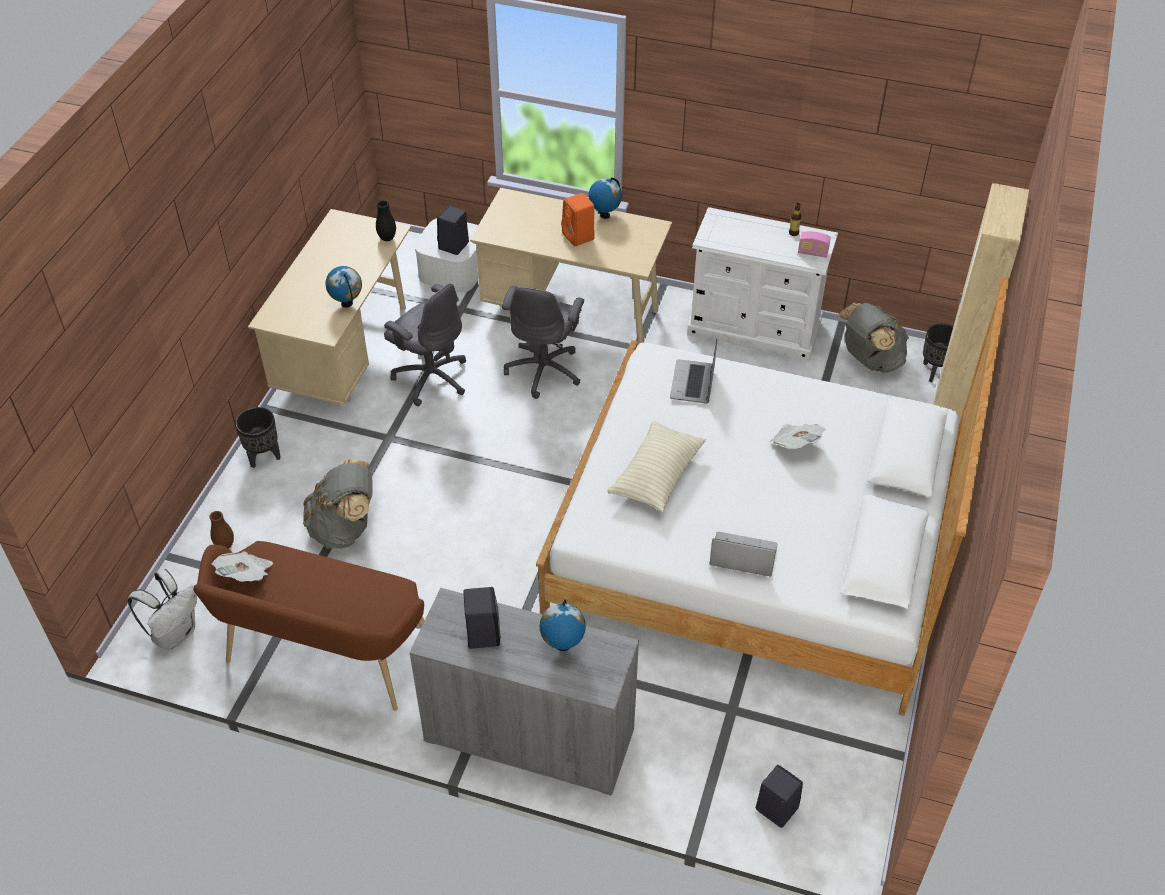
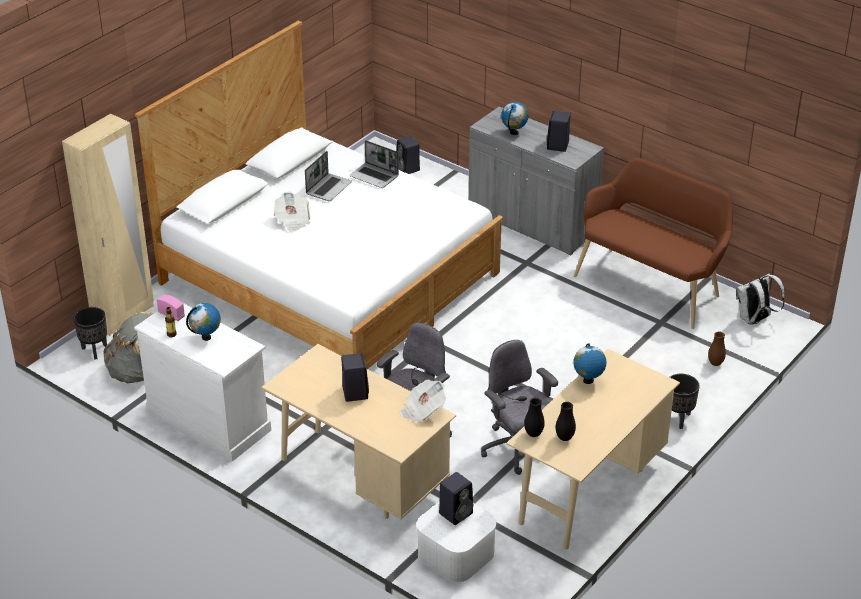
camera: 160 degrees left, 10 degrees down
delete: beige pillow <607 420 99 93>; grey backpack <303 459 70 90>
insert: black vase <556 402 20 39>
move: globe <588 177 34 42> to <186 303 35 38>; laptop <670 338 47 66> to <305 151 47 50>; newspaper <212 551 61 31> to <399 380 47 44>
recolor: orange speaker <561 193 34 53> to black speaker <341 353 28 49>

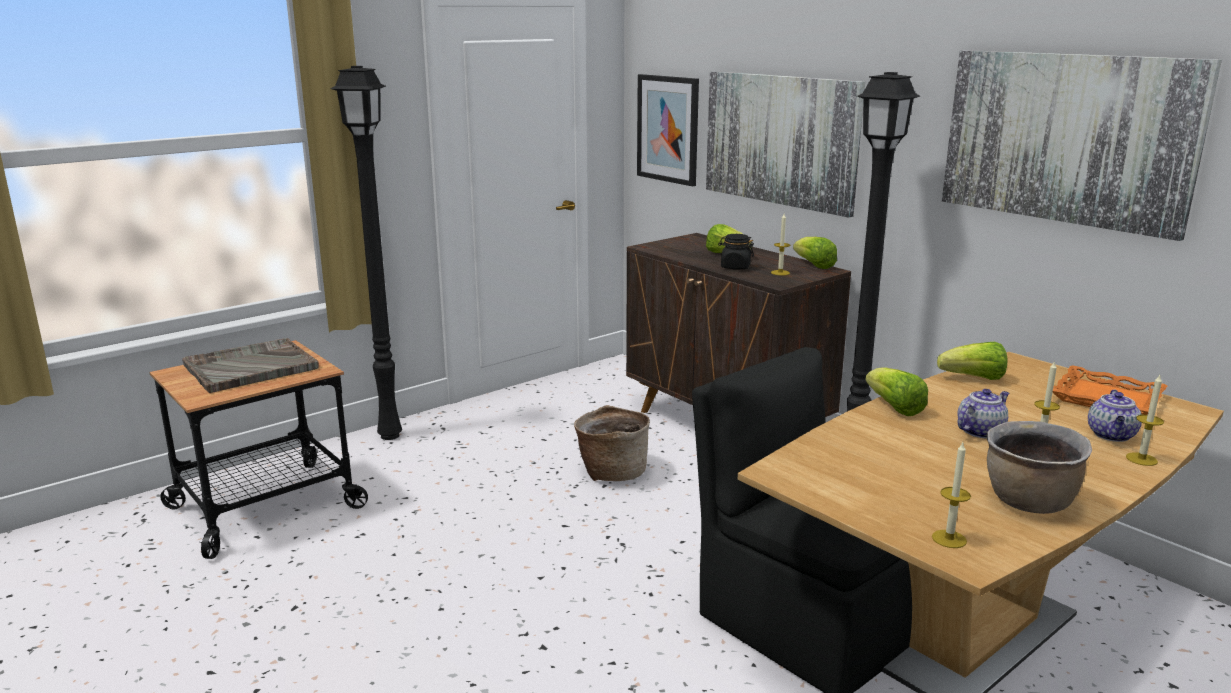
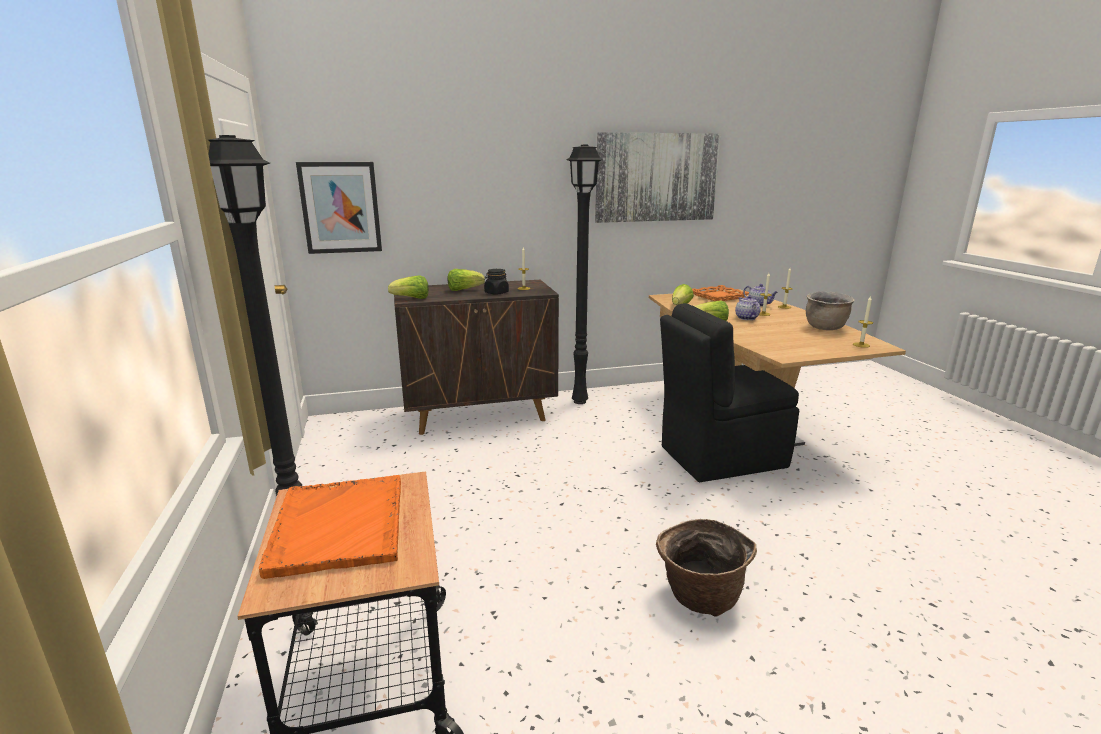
camera: 65 degrees left, 0 degrees up
delete: picture <706 71 159 147>
move: lettuce <793 237 44 32> to <388 275 41 24>; basket <574 405 76 76> to <656 519 101 98>
recolor: grey tray <182 338 137 55> to orange tray <259 475 142 104>

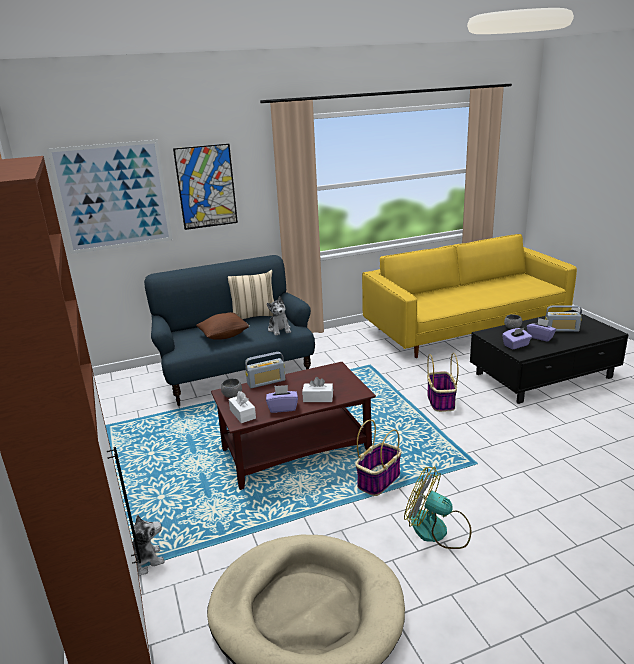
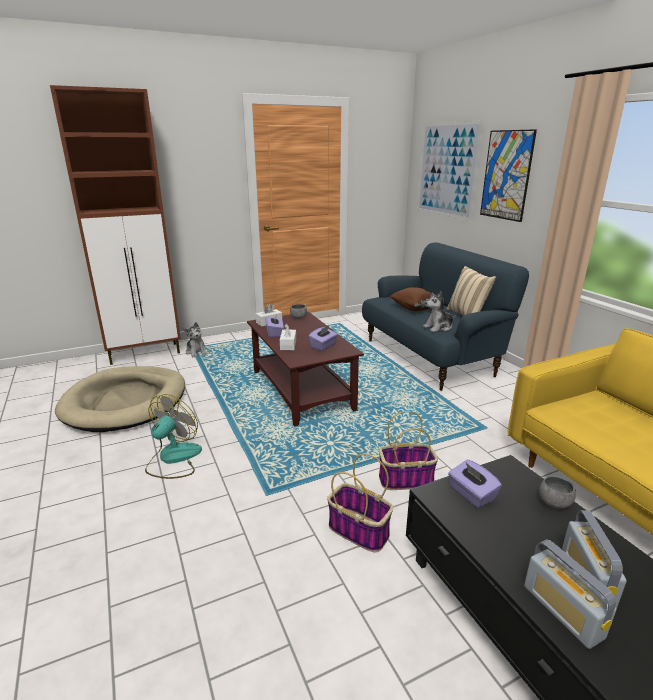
camera: 85 degrees right, 0 degrees up
move: purple tissue box <527 318 29 24> to <308 325 30 26>; radio <245 352 40 36> to <524 539 92 110>; basket <356 420 45 76> to <327 453 66 100>

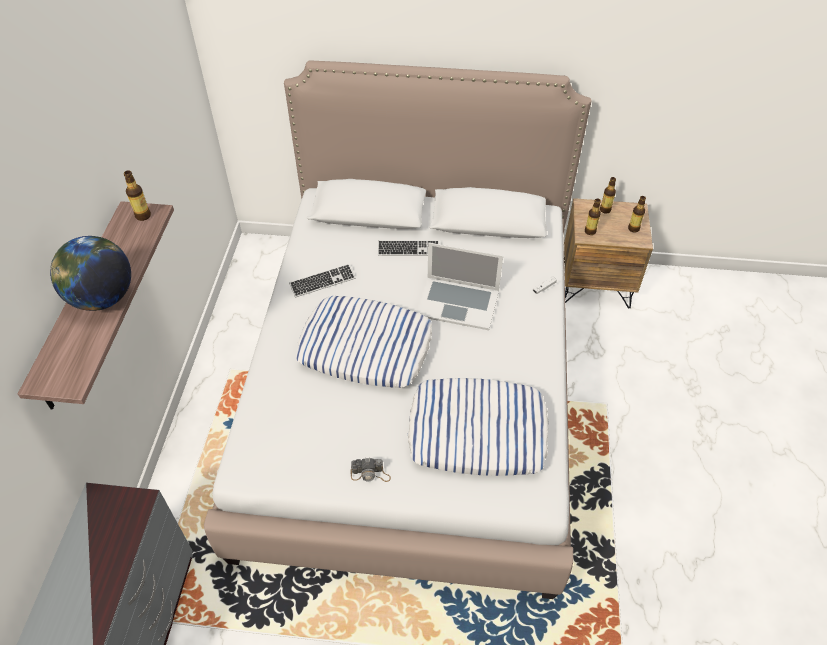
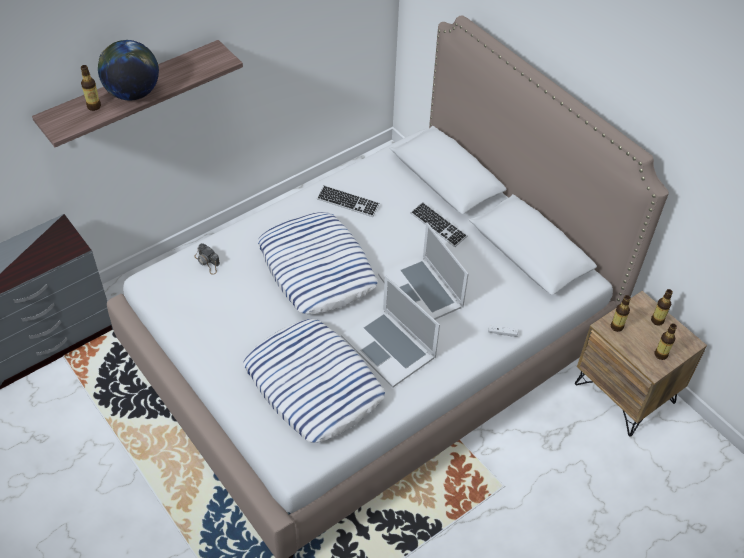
camera: 45 degrees right, 0 degrees up
insert: laptop <341 275 99 113>
move: bottle <124 171 27 50> to <81 65 20 46>; photo camera <351 458 40 24> to <194 243 26 32>

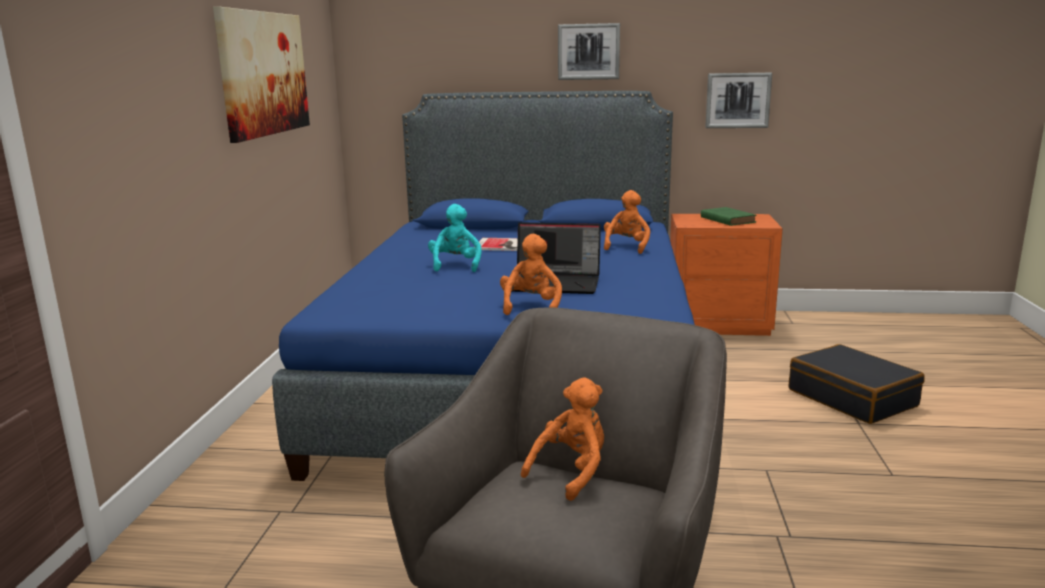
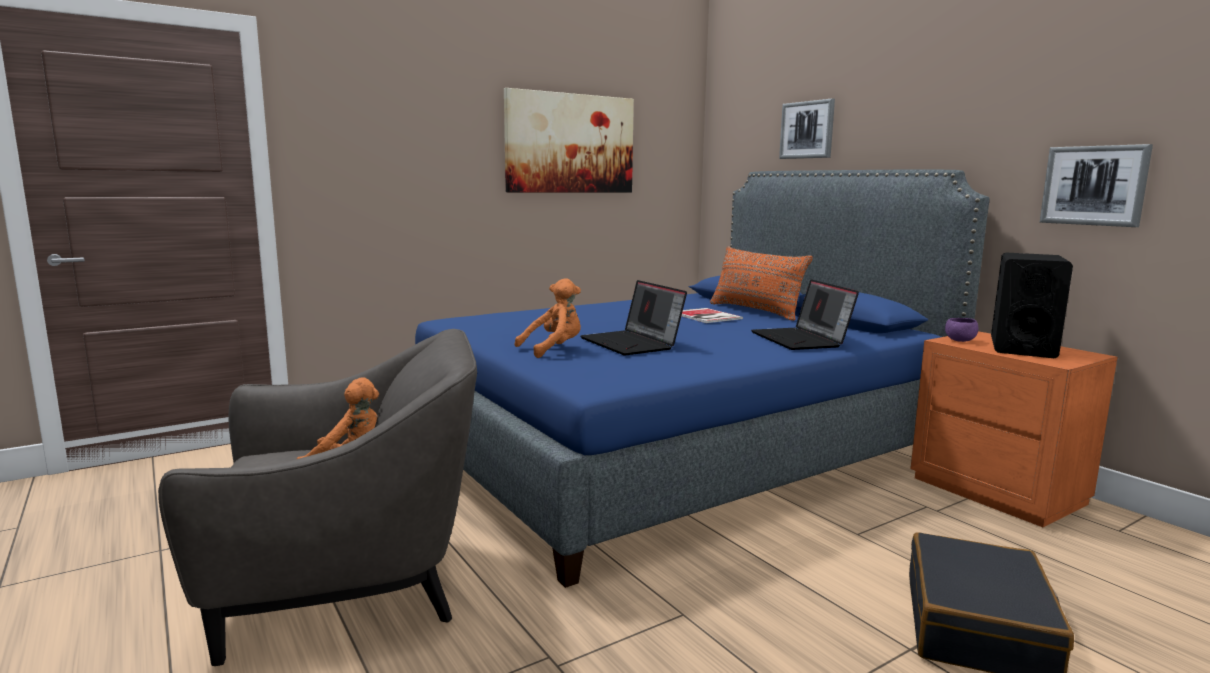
camera: 50 degrees right, 5 degrees down
delete: turquoise plush toy <428 204 53 68>
insert: orange pillow <710 246 103 75>; purple bowl <945 318 33 24>
move: picture <558 23 62 57> to <779 98 56 61>
replace: orange plush toy <604 190 46 64> to laptop <751 279 108 71>; green book <701 207 55 19> to black speaker <991 253 82 105>

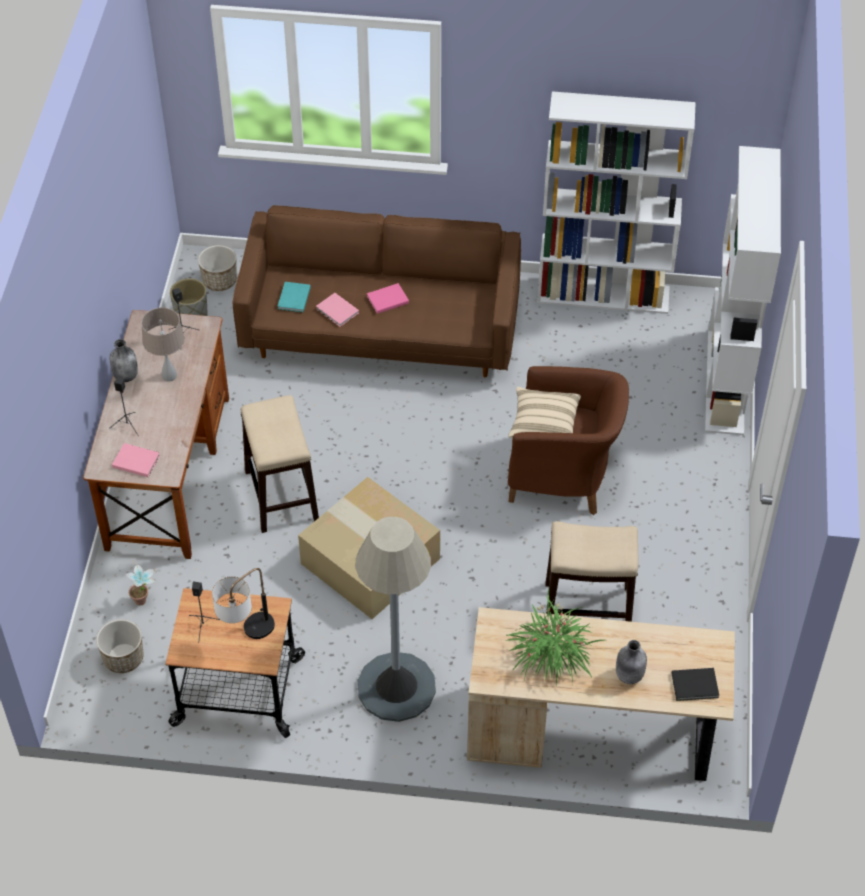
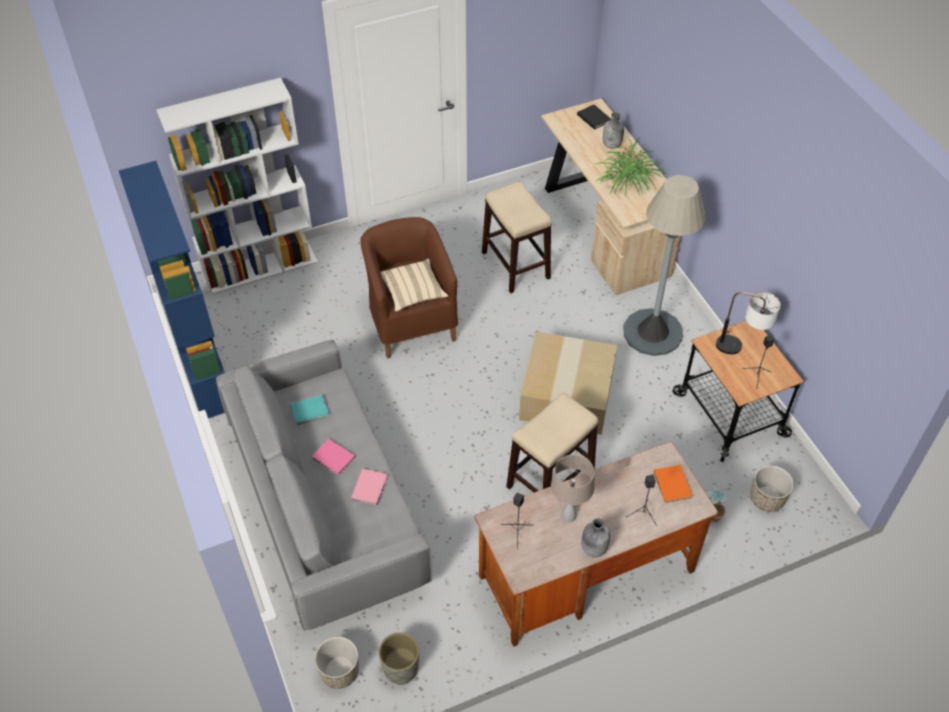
camera: 120 degrees left, 0 degrees up
move: turquoise book <277 282 34 31> to <290 395 39 30>
recolor: white bookcase <537 91 159 223> to blue bookcase <119 161 106 257>; brown sofa <233 205 288 172> to grey sofa <216 340 216 290>; pink book <112 443 48 34> to orange book <654 465 38 38>

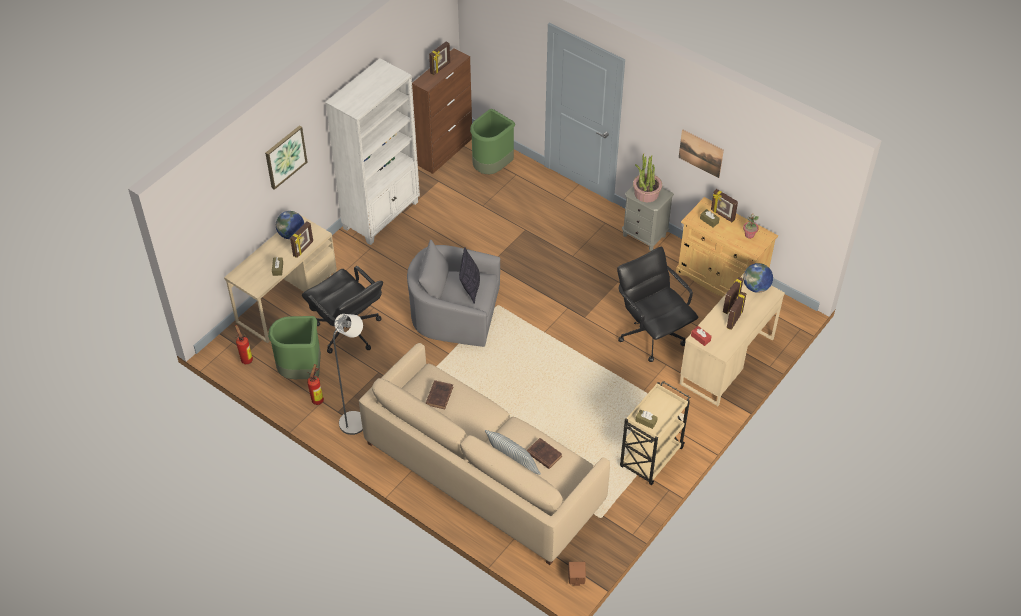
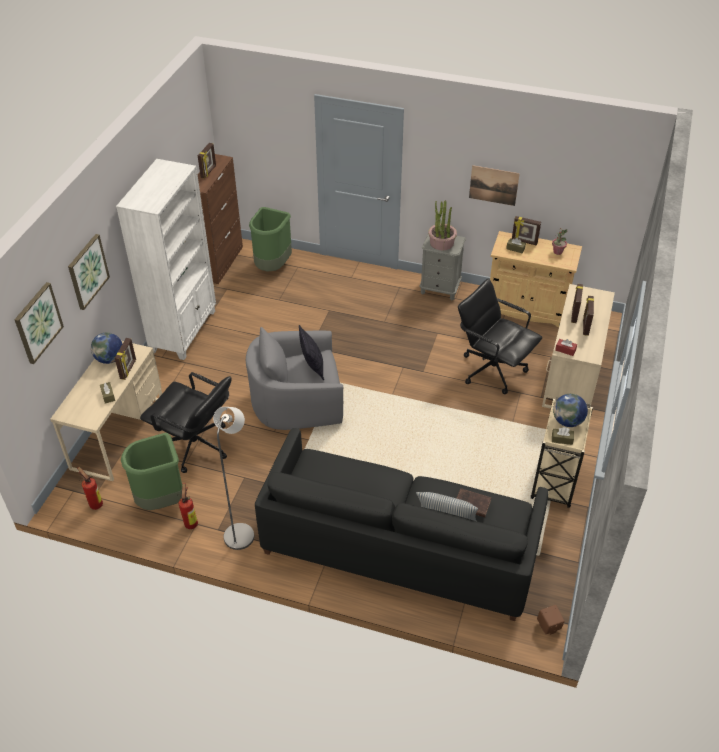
camera: 20 degrees left, 5 degrees down
delete: brown book <426 380 27 29>
insert: picture <14 282 50 82>
move: globe <743 263 30 30> to <553 394 35 33>
recolor: beige sofa <359 343 251 222> to black sofa <255 428 293 193>

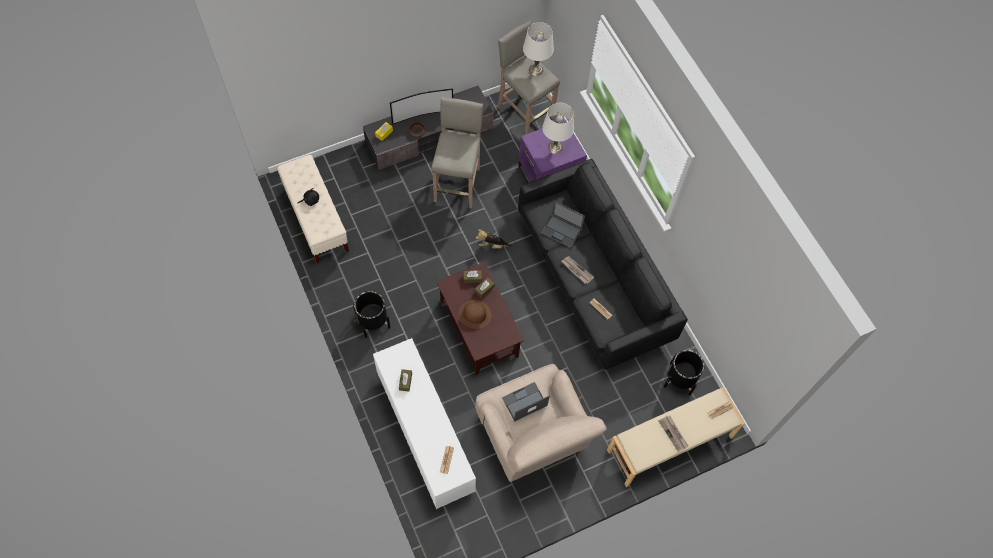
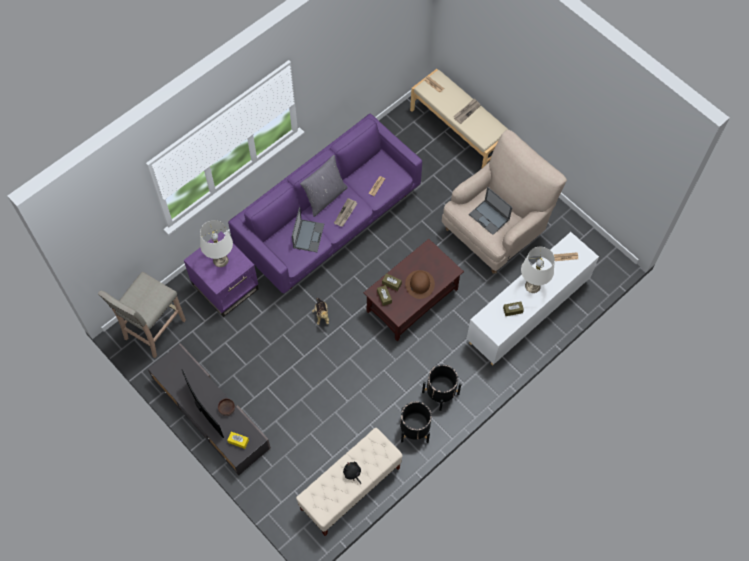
camera: 105 degrees left, 0 degrees up
delete: beige stool <431 97 52 111>
insert: grey pillow <300 155 48 62>
move: white table lamp <523 22 31 54> to <521 247 34 46>; black planter <664 350 40 46> to <400 401 32 42>
recolor: black sofa <518 159 170 211> to purple sofa <228 113 194 180>

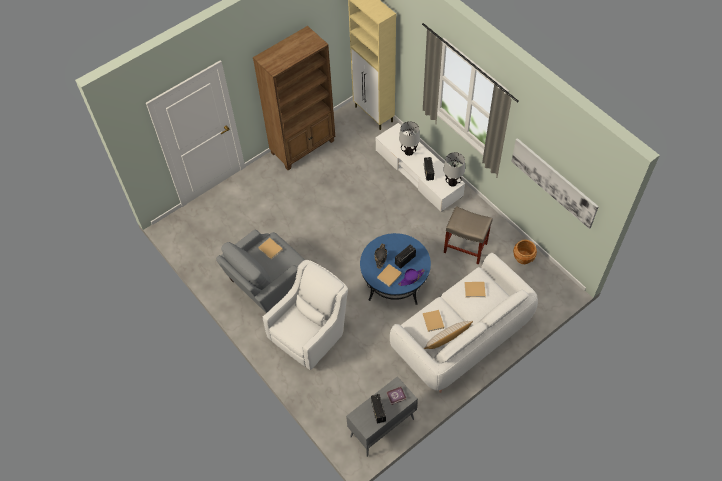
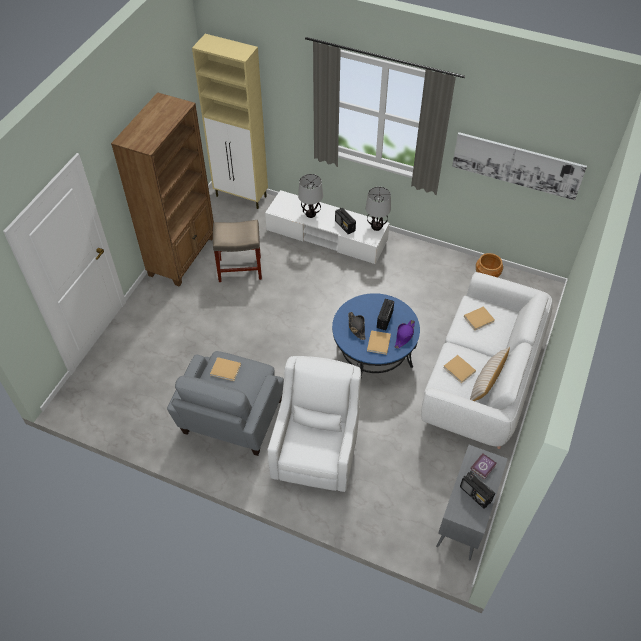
camera: 30 degrees left, 5 degrees down
move: beige stool <444 206 49 59> to <213 220 49 62>

